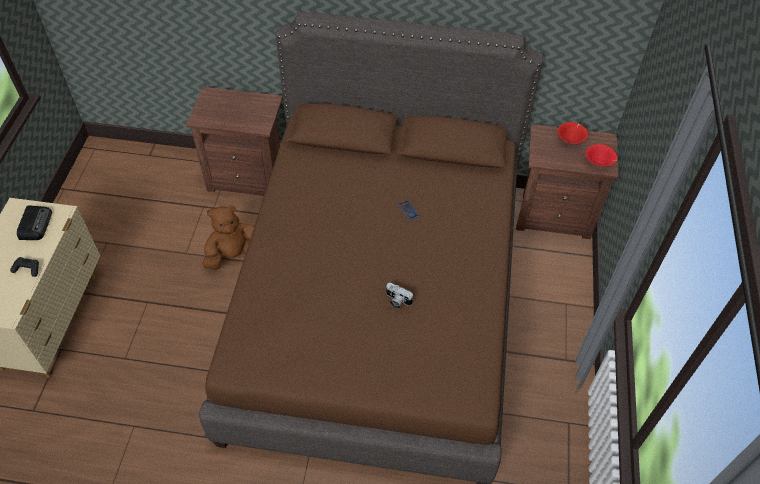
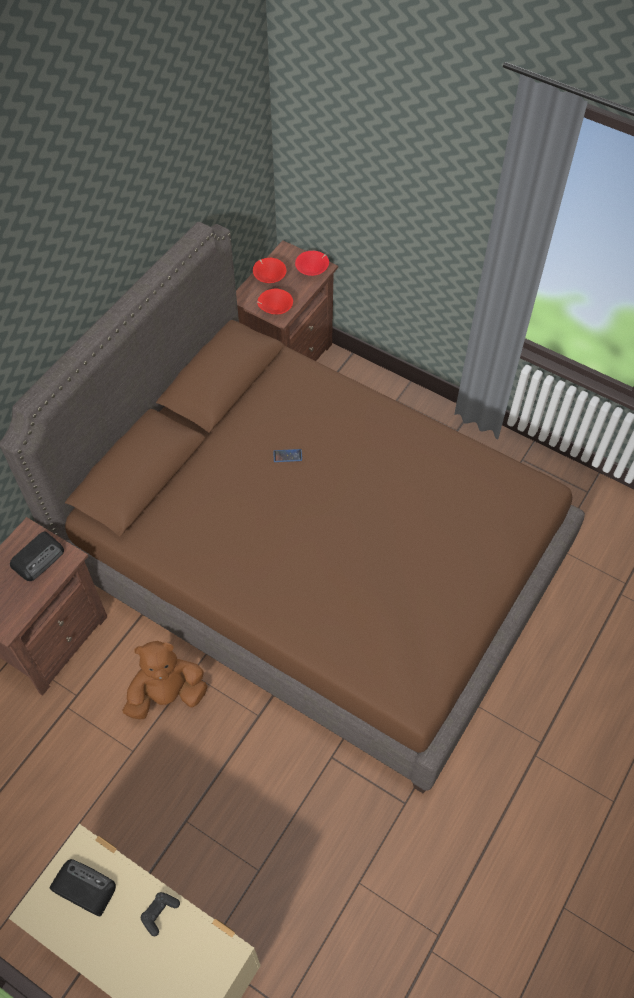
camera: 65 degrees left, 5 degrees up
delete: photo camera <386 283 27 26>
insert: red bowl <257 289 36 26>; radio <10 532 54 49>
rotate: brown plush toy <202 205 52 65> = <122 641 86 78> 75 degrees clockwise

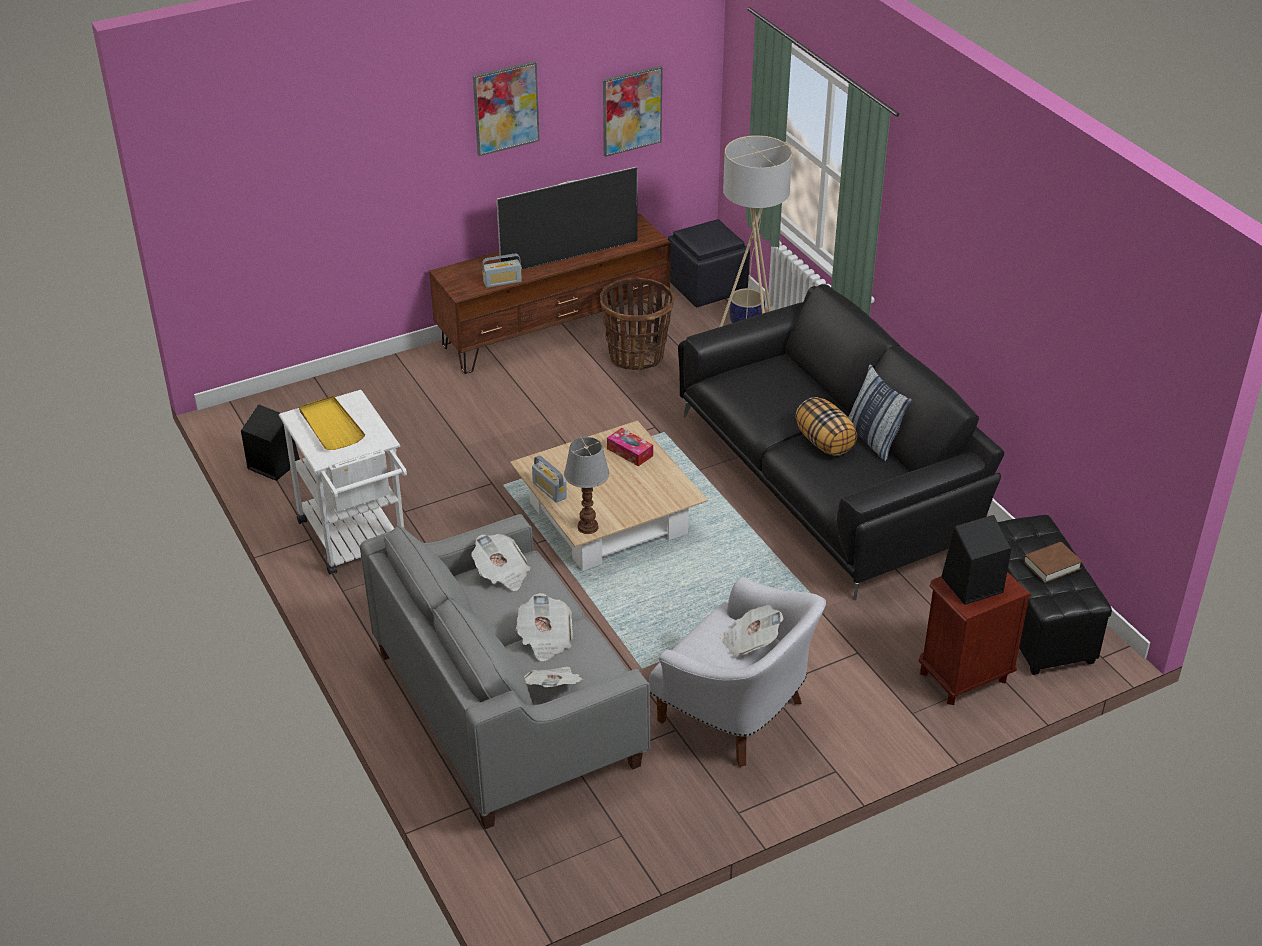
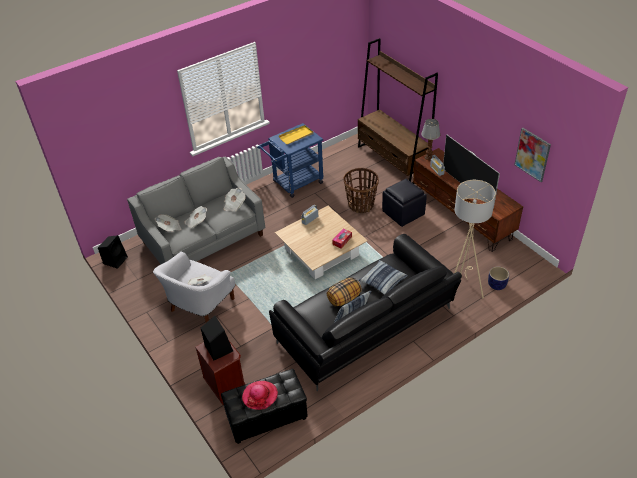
camera: 85 degrees right, 5 degrees up
delete: picture <473 61 67 95>
insert: brown bookcase <358 38 80 146>; pillow <358 260 50 35>
move: black ottoman <668 219 82 88> to <382 179 45 48>; basket <600 277 74 93> to <344 168 35 45>; black speaker <241 404 59 77> to <98 235 30 34>; table lamp <564 437 46 97> to <421 119 19 41>
replace: brown book <1023 542 59 41> to hat <242 381 36 29>
recolor: white cart <279 390 128 184> to blue cart <257 123 67 75>

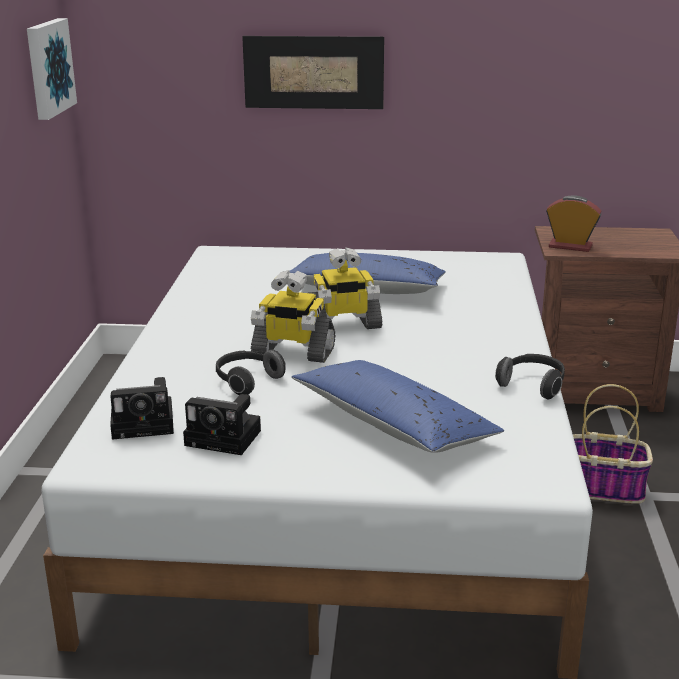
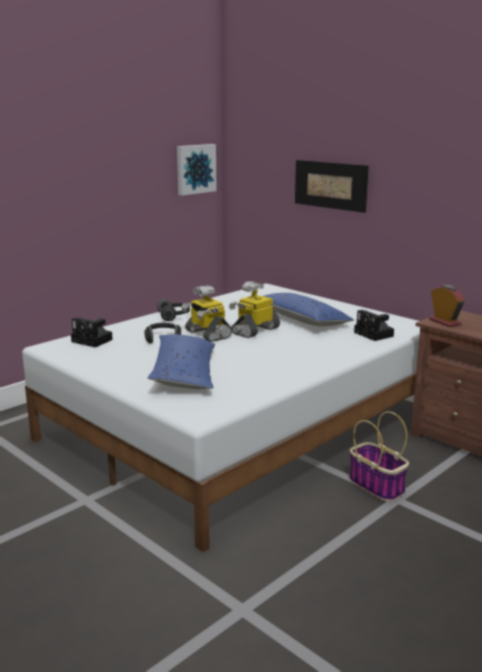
camera: 40 degrees right, 5 degrees down
move: headphones <495 354 70 46> to <157 299 33 22>; photo camera <183 394 78 61> to <354 310 40 31>
rotate: toy robot <308 247 74 82> = <229 281 51 57> 105 degrees clockwise

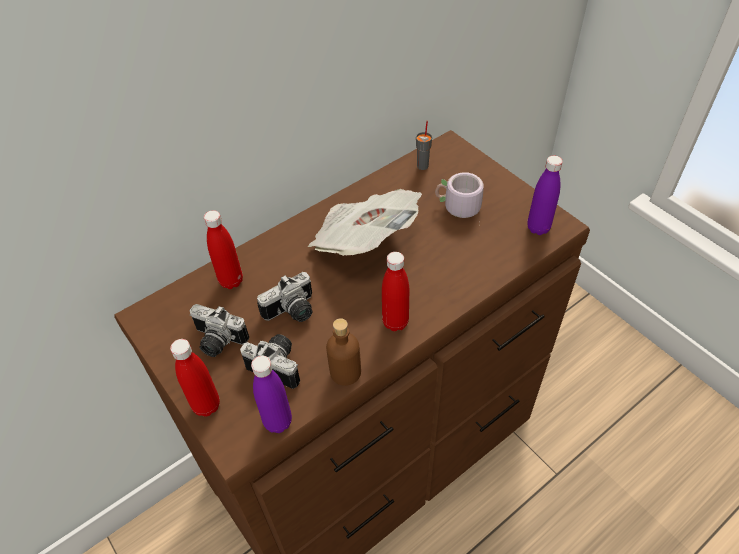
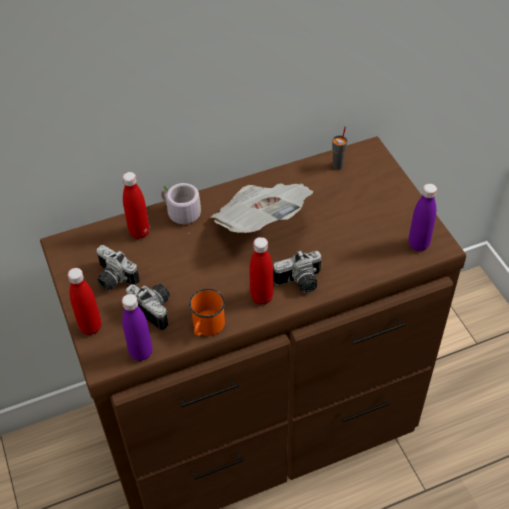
camera: 15 degrees right, 0 degrees up
move: grey mug <435 172 49 52> to <161 183 40 48>; photo camera <257 272 55 50> to <273 250 49 43>
replace: brown bottle <326 318 35 68> to orange mug <189 289 36 47>

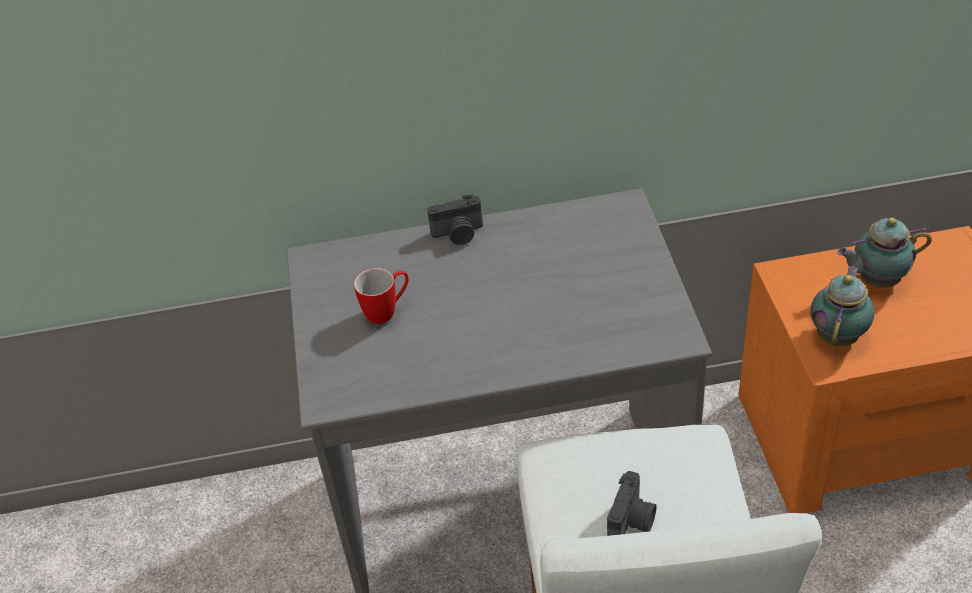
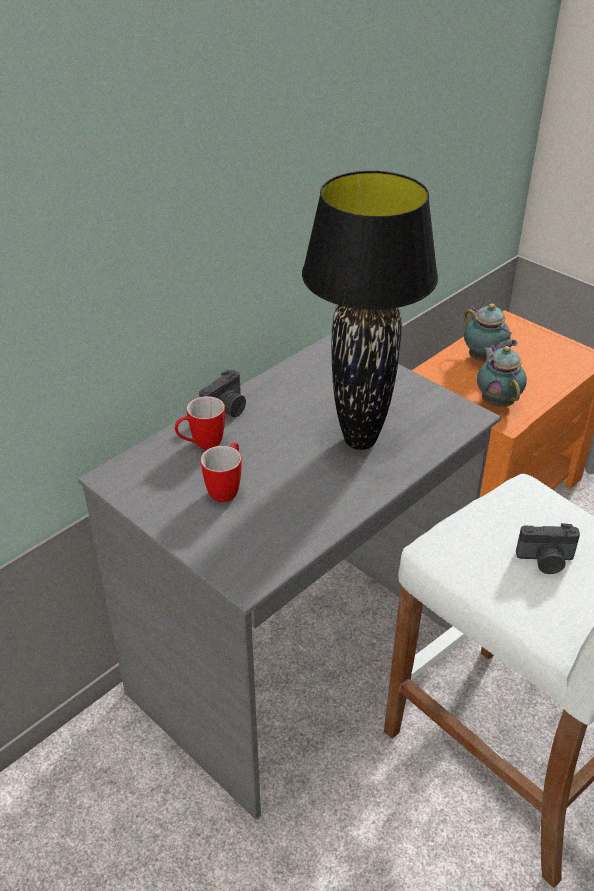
camera: 40 degrees left, 5 degrees down
insert: black table lamp <302 171 136 279>; mug <175 396 50 54>
rotate: teapot <837 218 95 70> = <464 304 54 58> 75 degrees counterclockwise; photo camera <607 471 50 65> = <516 523 64 51> 105 degrees clockwise

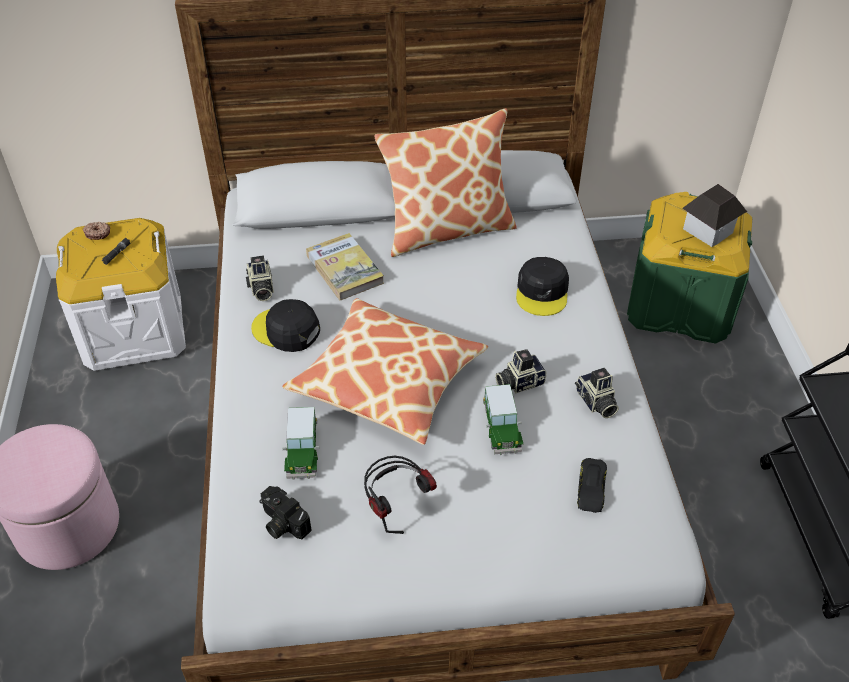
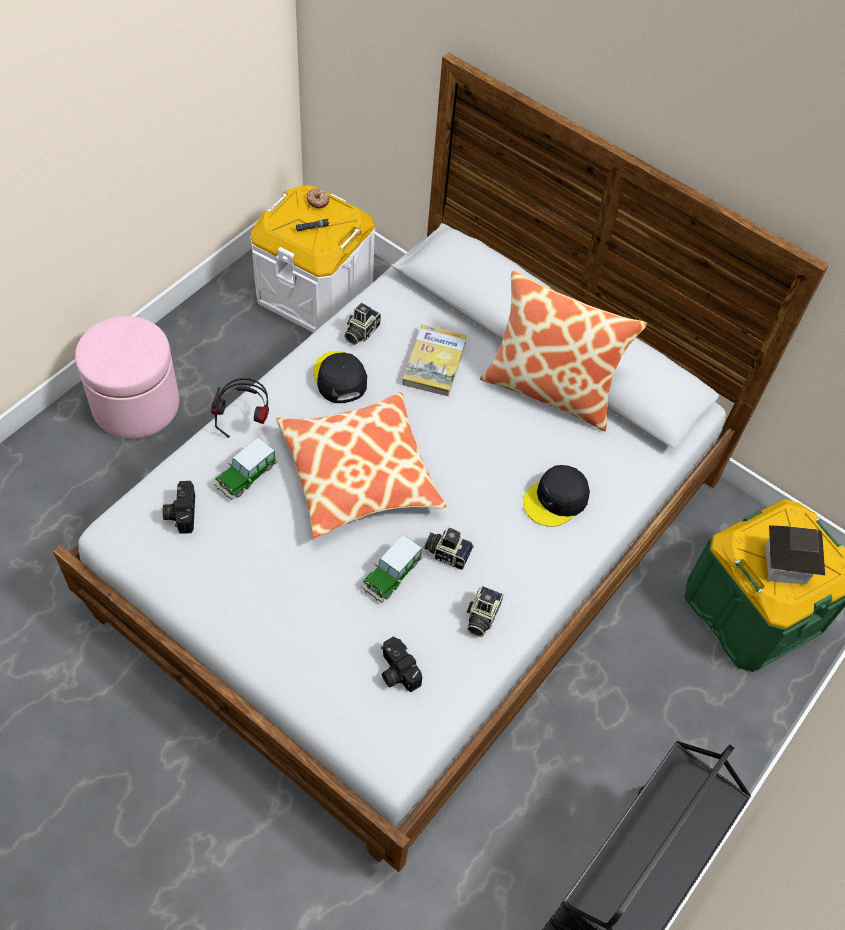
camera: 40 degrees right, 10 degrees up
move: headphones <364 456 73 78> to <211 378 58 60>
replace: black toy car <577 458 30 55> to photo camera <381 637 41 55>

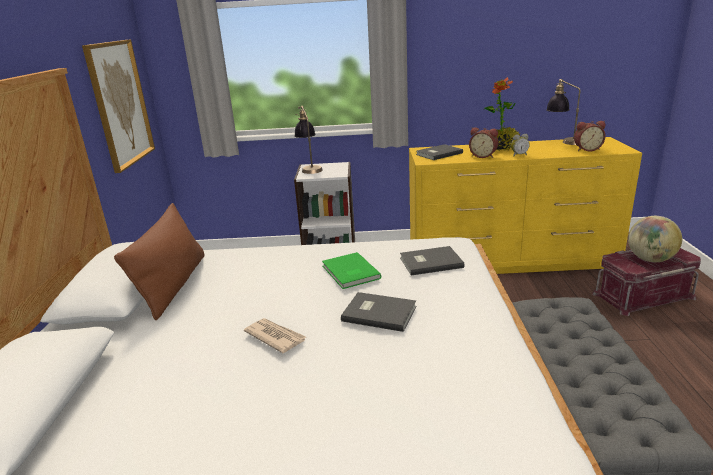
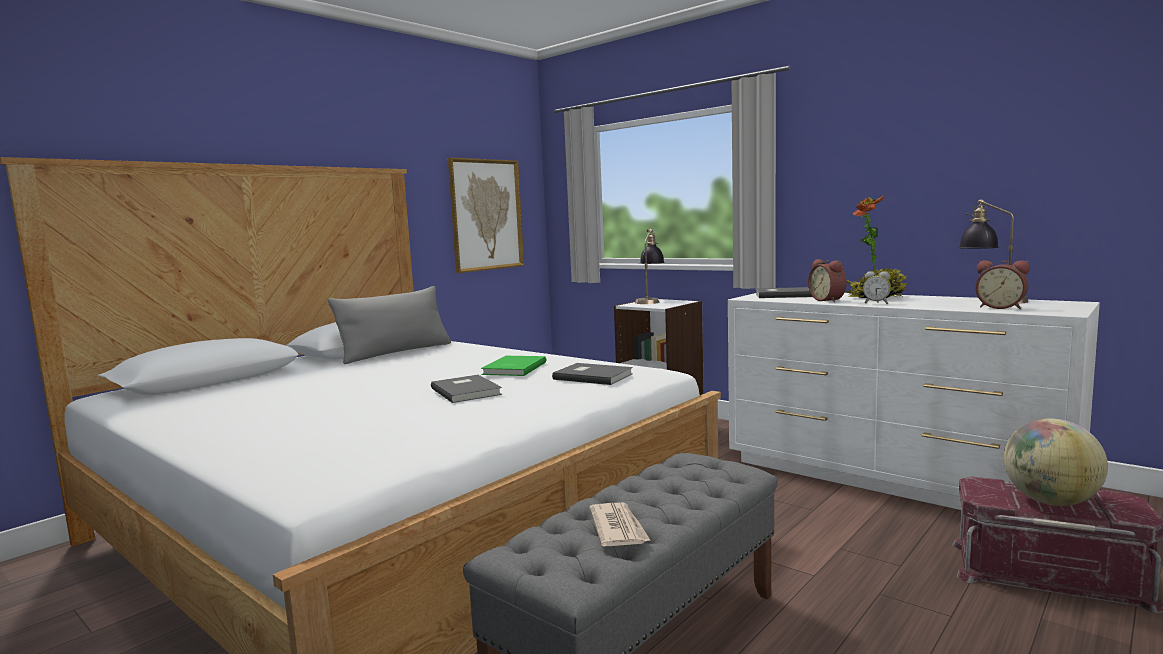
camera: 40 degrees right, 15 degrees down
move: newspaper <244 318 62 36> to <589 503 62 44>
recolor: yellow dresser <409 137 233 137> to white dresser <728 293 372 217>; brown pillow <114 203 91 117> to grey pillow <328 286 123 78>

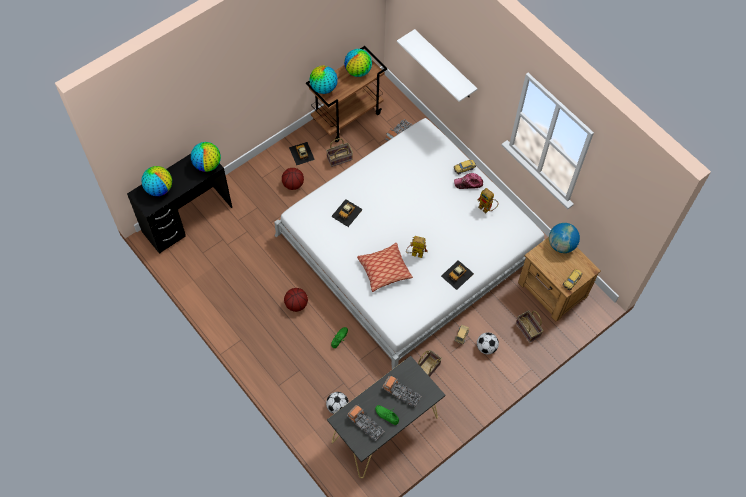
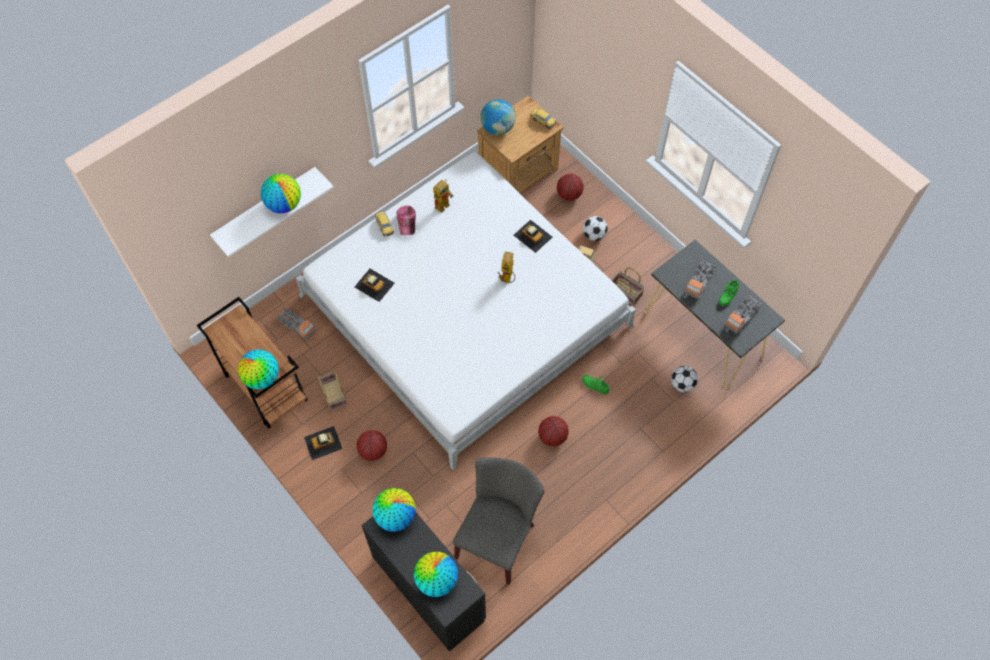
camera: 90 degrees left, 0 degrees up
delete: pillow <357 243 56 49>
insert: grey chair <453 458 91 127>
move: globe <344 49 28 28> to <261 174 40 39>; toy car <331 199 32 28> to <355 269 40 33>
replace: basket <516 310 28 32> to basketball <557 174 27 27>

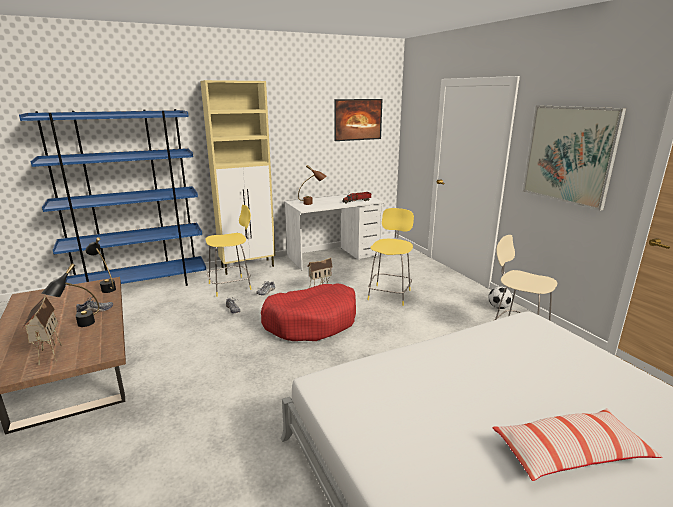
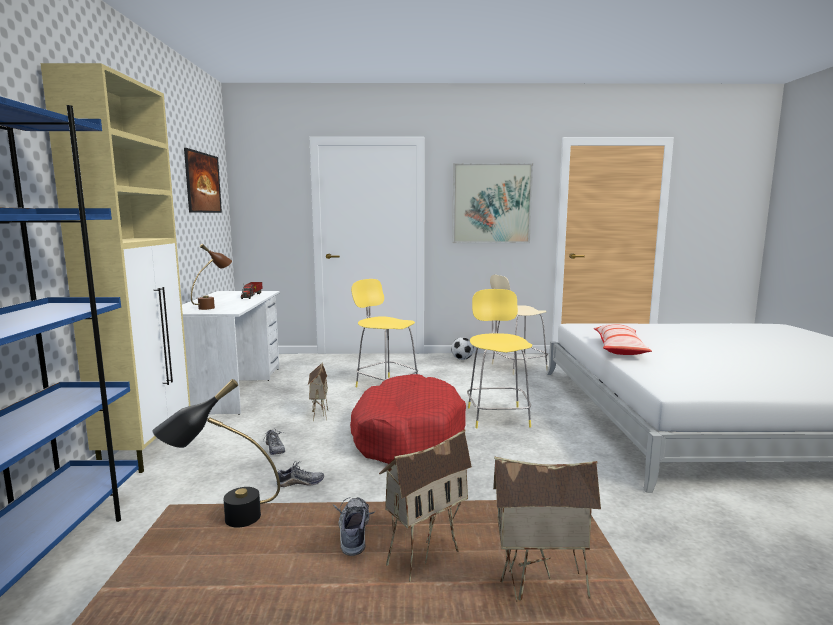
camera: 65 degrees left, 10 degrees down
move: yellow stool <206 205 46 92> to <467 289 65 139>; pillow <492 408 170 73> to <594 324 58 31>
replace: black table lamp <42 263 57 64> to toy house <379 429 93 153>

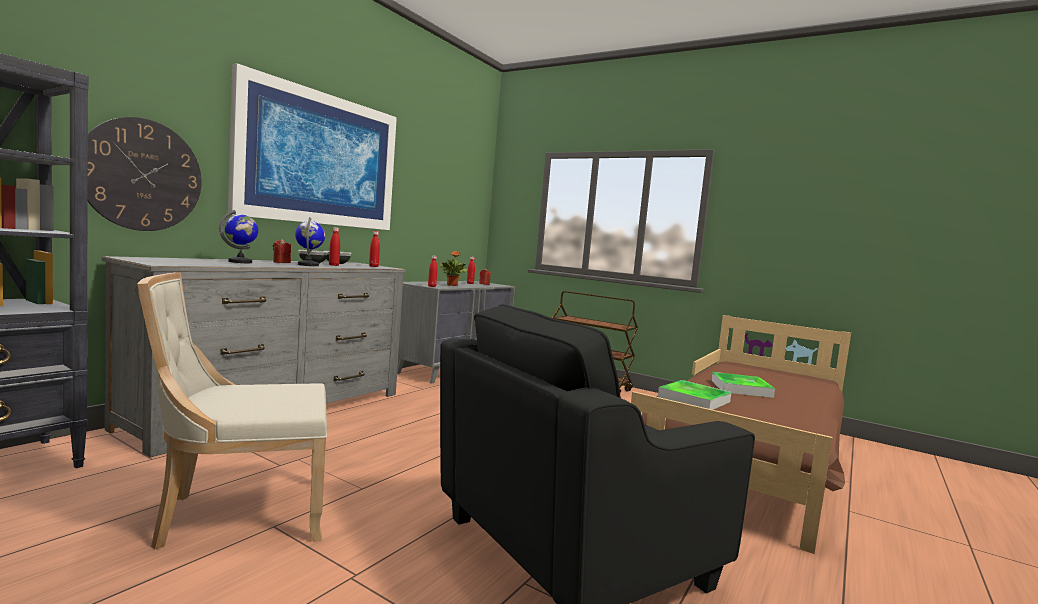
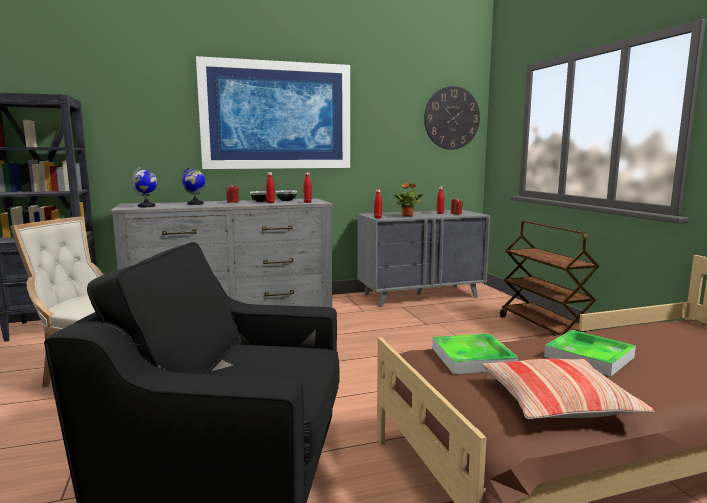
camera: 40 degrees right, 5 degrees up
insert: pillow <482 359 172 60>
move: wall clock <88 117 114 114> to <424 86 56 64>; globe <295 217 30 49> to <132 167 26 40>

